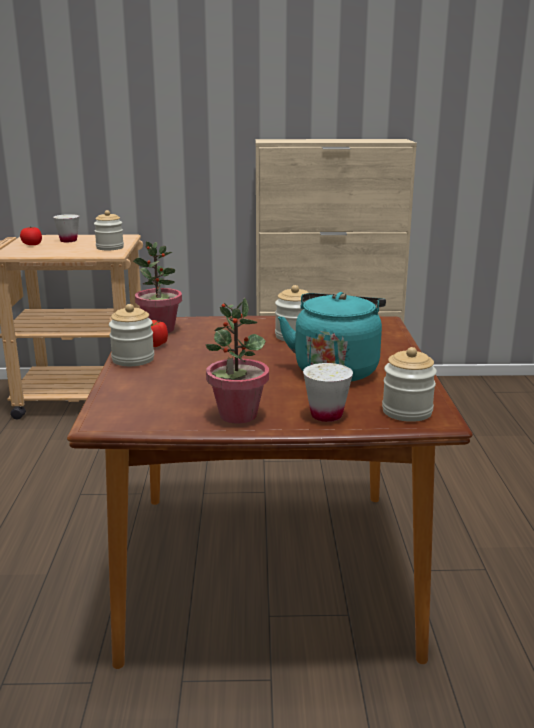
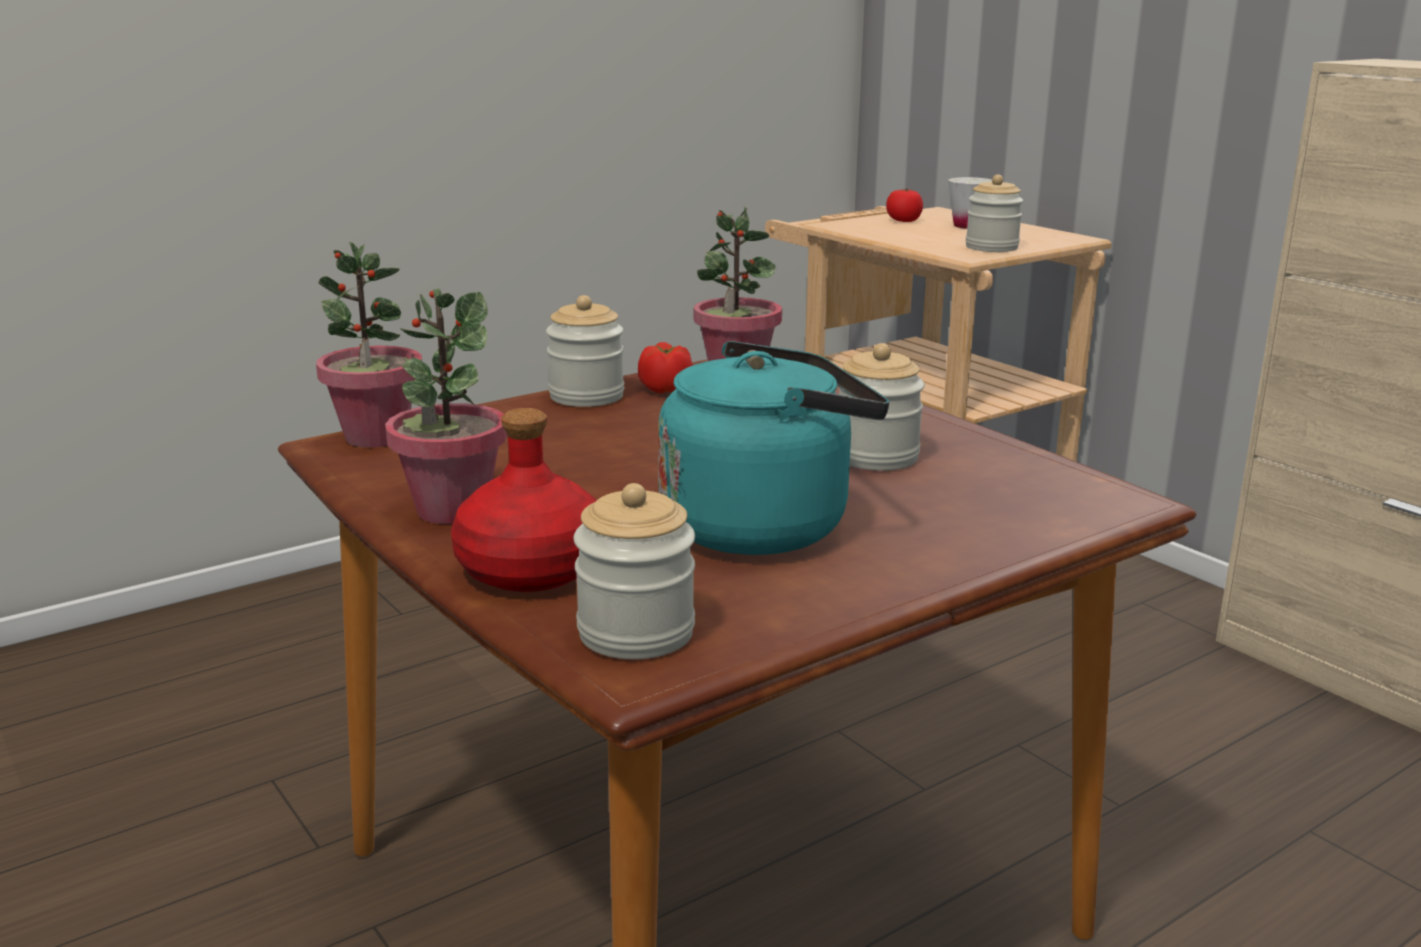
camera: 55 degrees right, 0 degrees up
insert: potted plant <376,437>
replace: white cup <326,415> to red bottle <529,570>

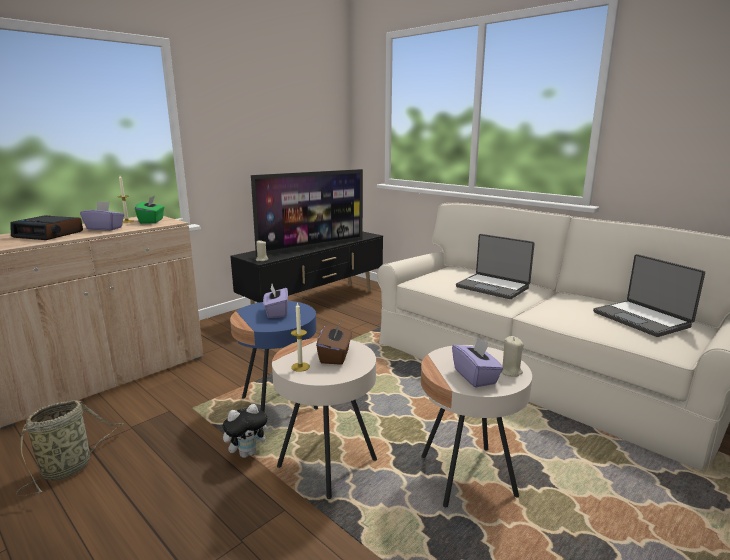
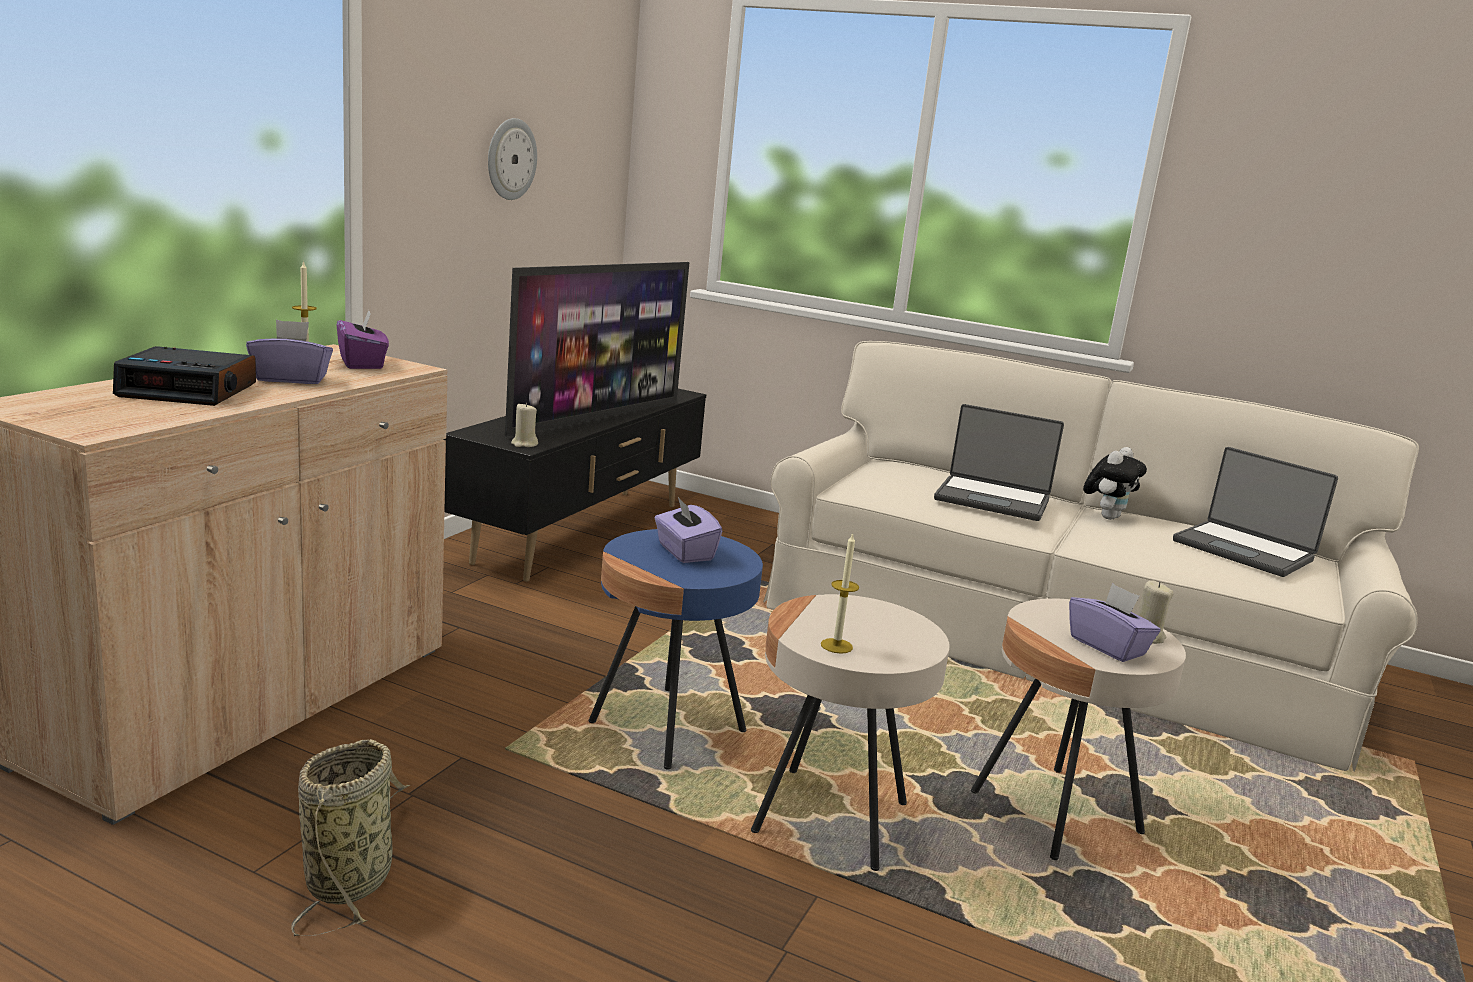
camera: 20 degrees left, 0 degrees up
delete: brownish tissue holder <335,356>
insert: wall clock <510,159>
move: soft toy <248,453> to <1107,516>
recolor: green-coloured tissue holder <152,221> to purple-coloured tissue holder <362,363>

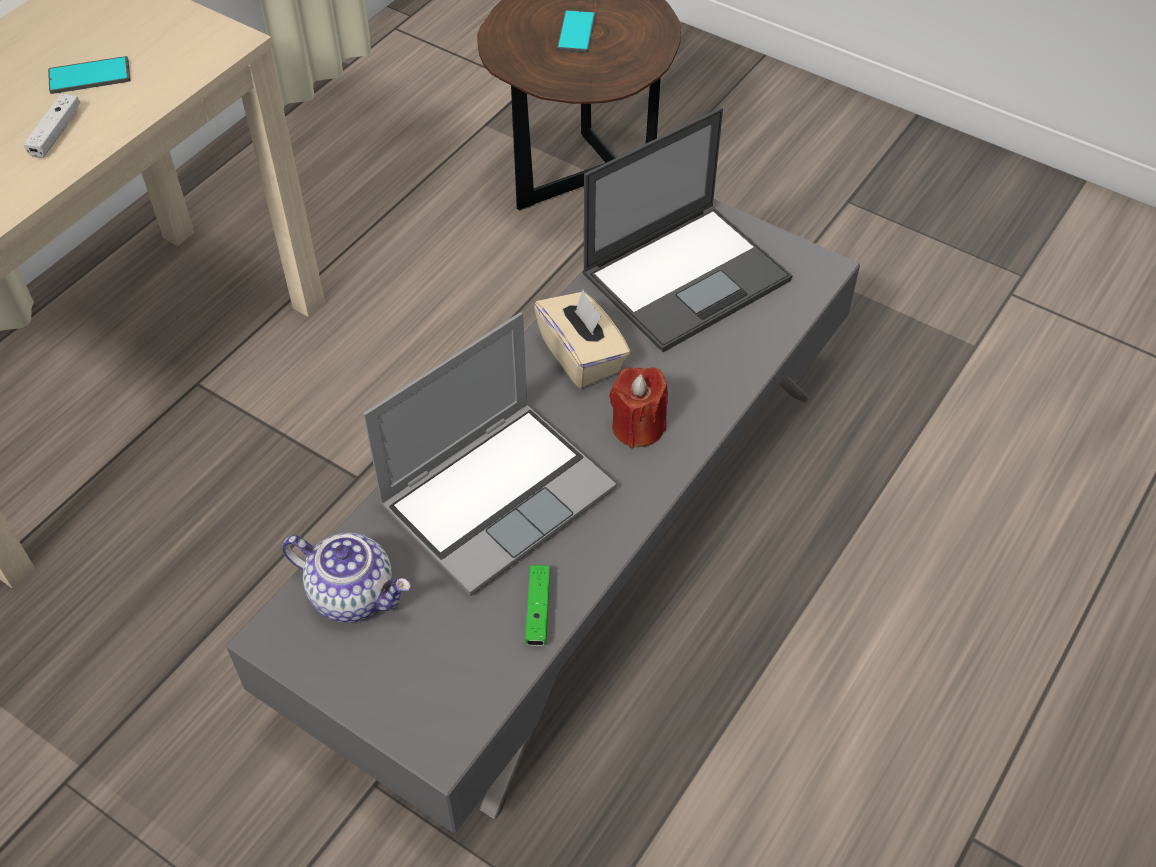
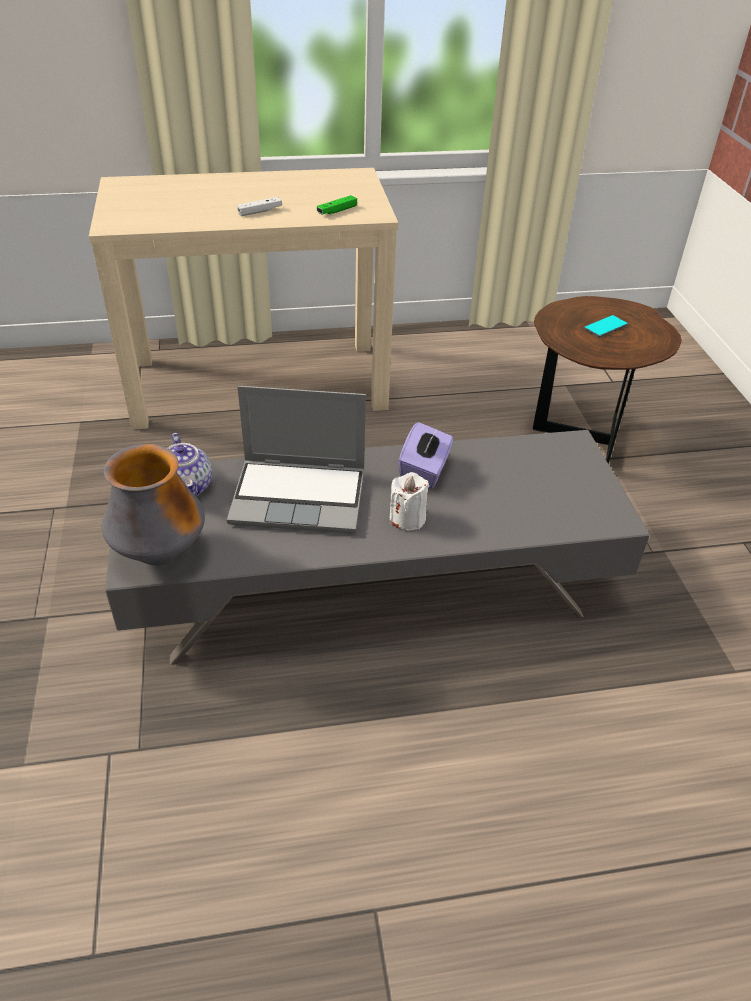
camera: 45 degrees right, 10 degrees down
delete: handset <89,76>; portable computer <687,275>
insert: decorative vase <160,554>
move: green-coloured joypad <538,611> to <337,211>
recolor: sand-coloured tissue holder <582,356> to purple-coloured tissue holder <424,471>; red wax candle <638,427> to white wax candle <407,518>

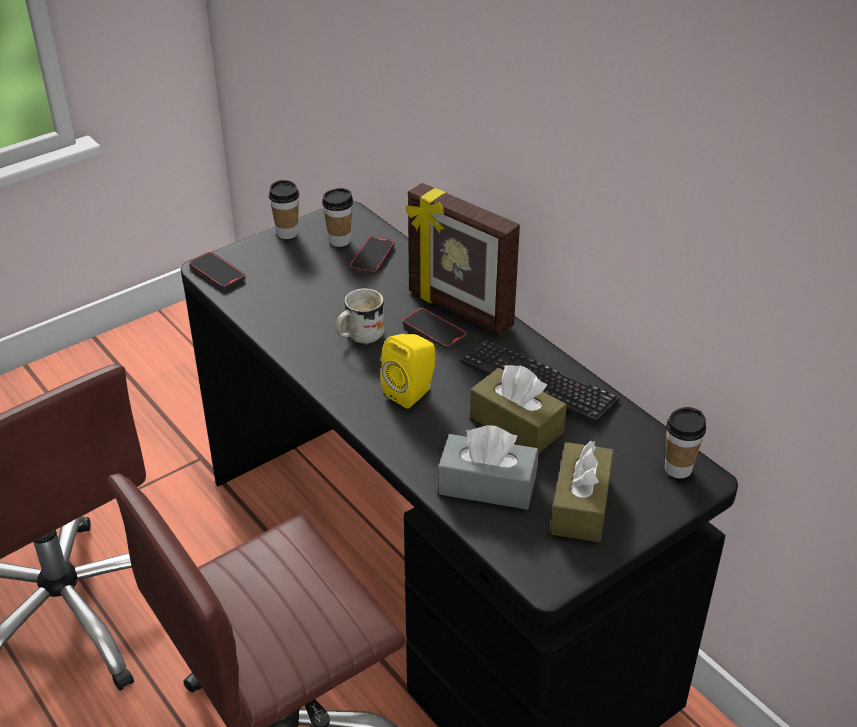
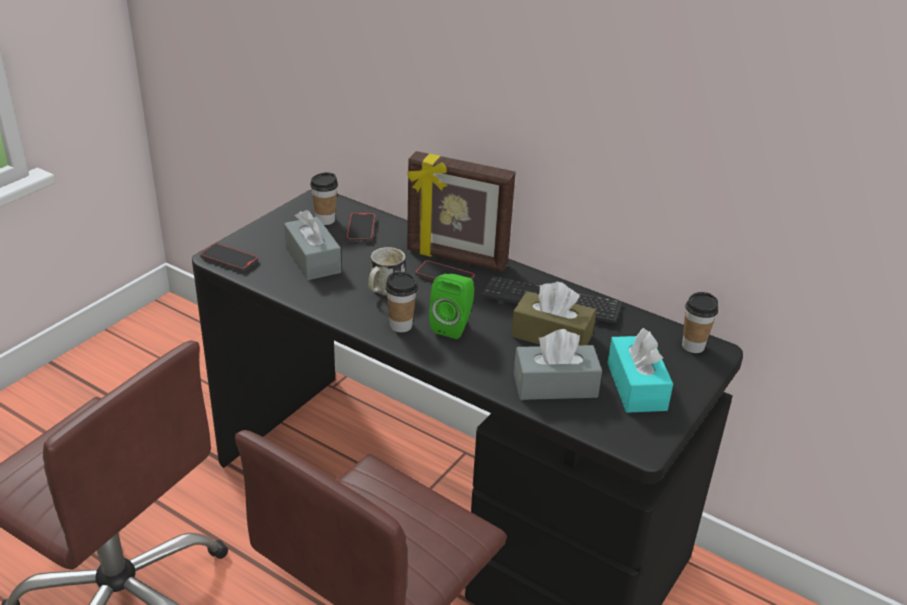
camera: 20 degrees left, 5 degrees down
insert: gray tissue holder <313,260>
move: cup <287,233> to <401,326>
recolor: yellowish loudspeaker <412,392> to green-coloured loudspeaker <453,326>; brownish tissue holder <580,505> to turquoise-coloured tissue holder <636,386>

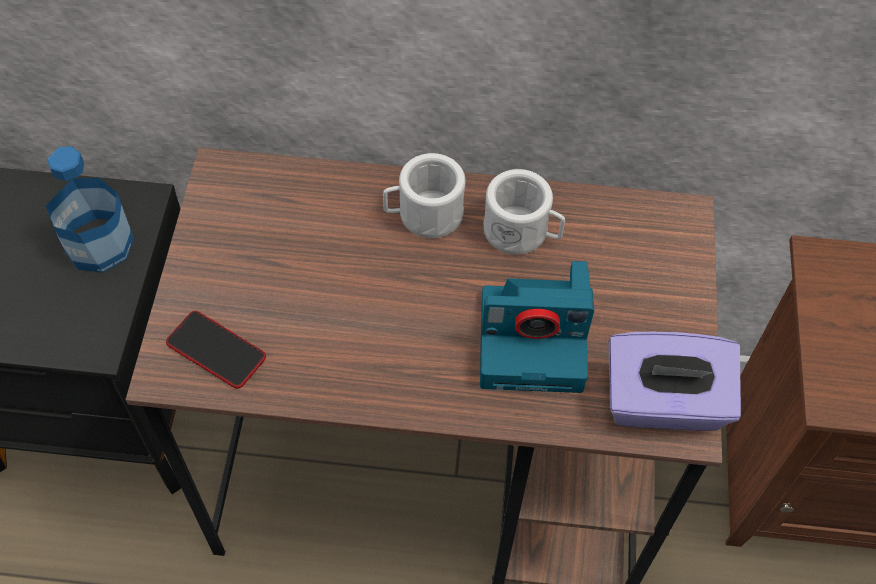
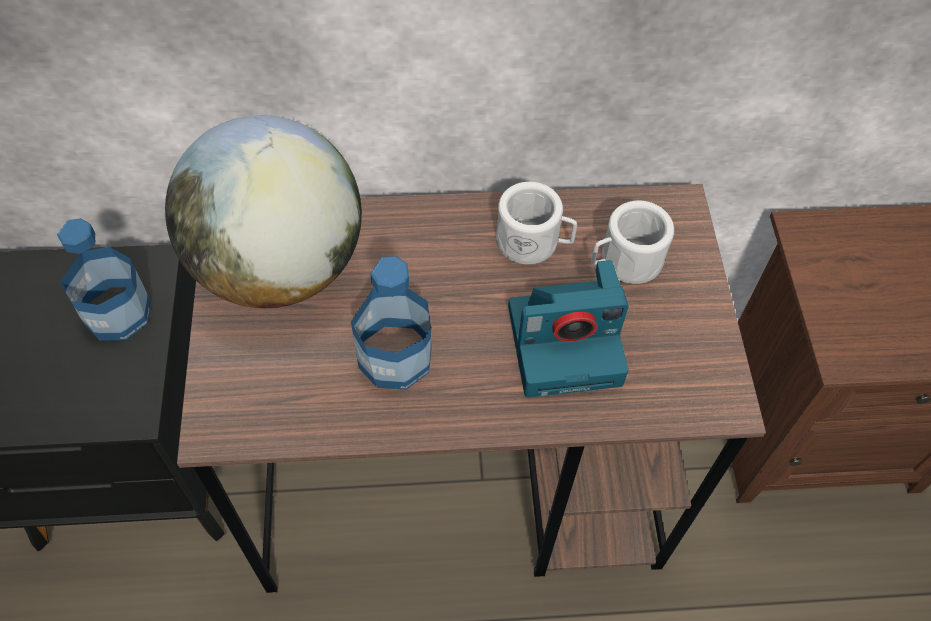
camera: 10 degrees left, 0 degrees up
delete: handset <216,350>; purple-coloured tissue holder <663,403>
insert: desk globe <280,266>; bottle <395,357>
move: white coffee mug <423,214> to <624,261>

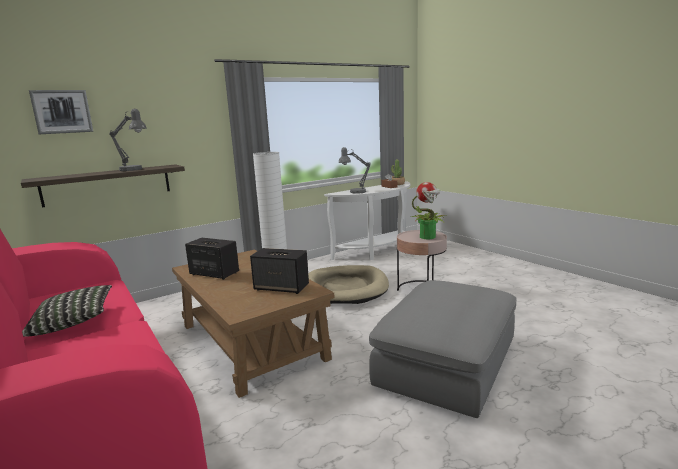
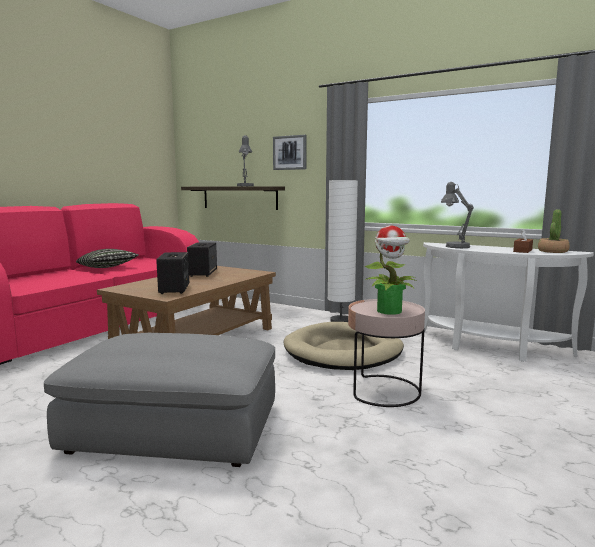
camera: 65 degrees right, 5 degrees down
move: wall art <62,111> to <290,152>

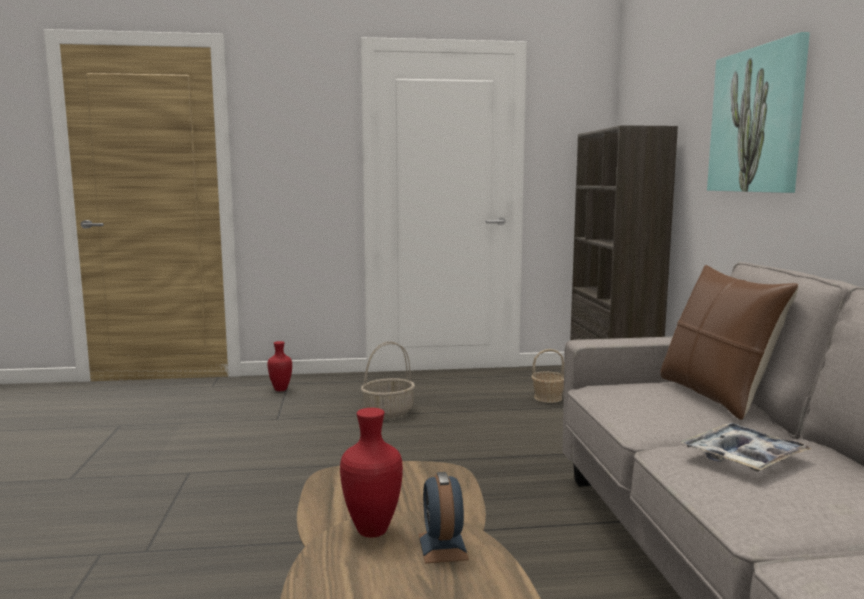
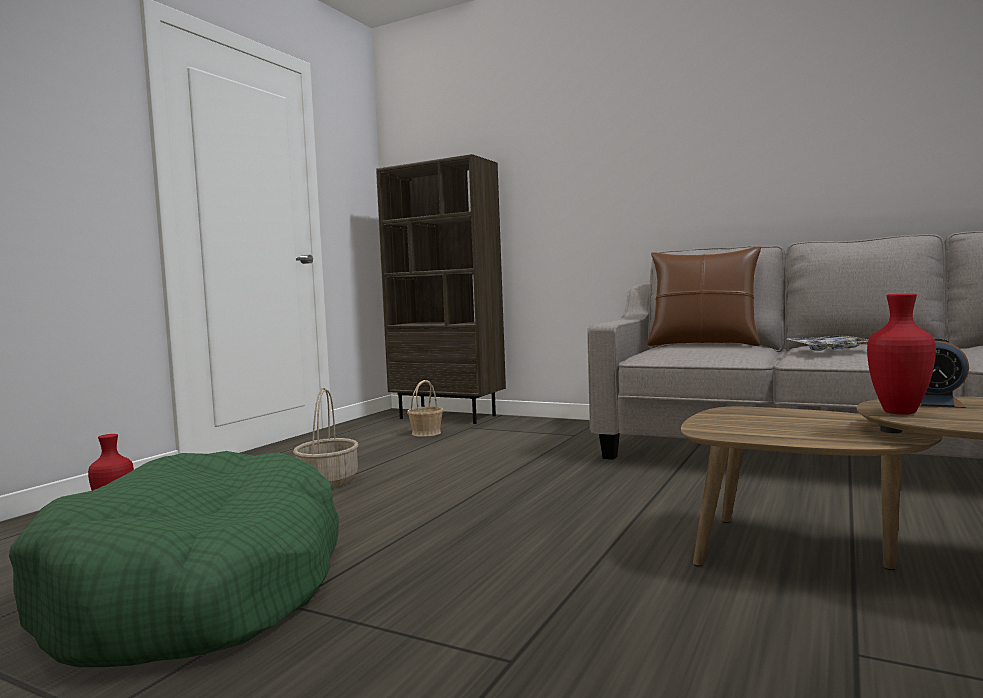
camera: 55 degrees left, 5 degrees down
delete: wall art <756,120>
insert: green-coloured pet bed <199,589>

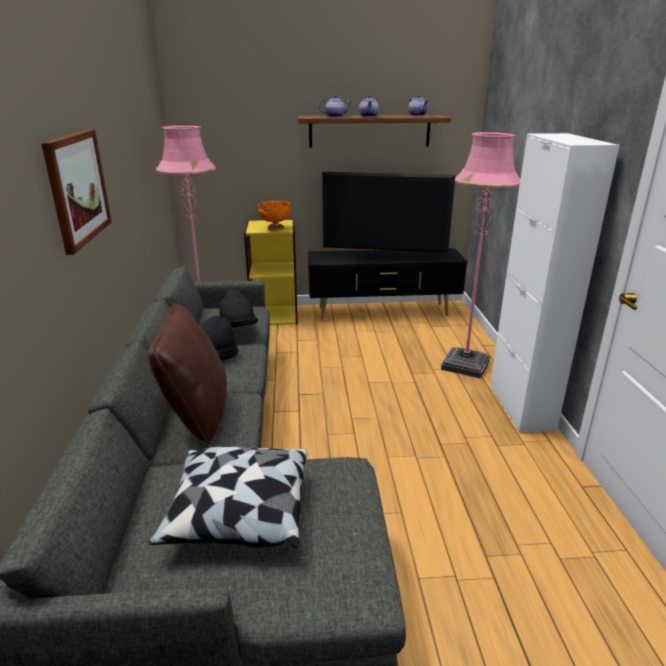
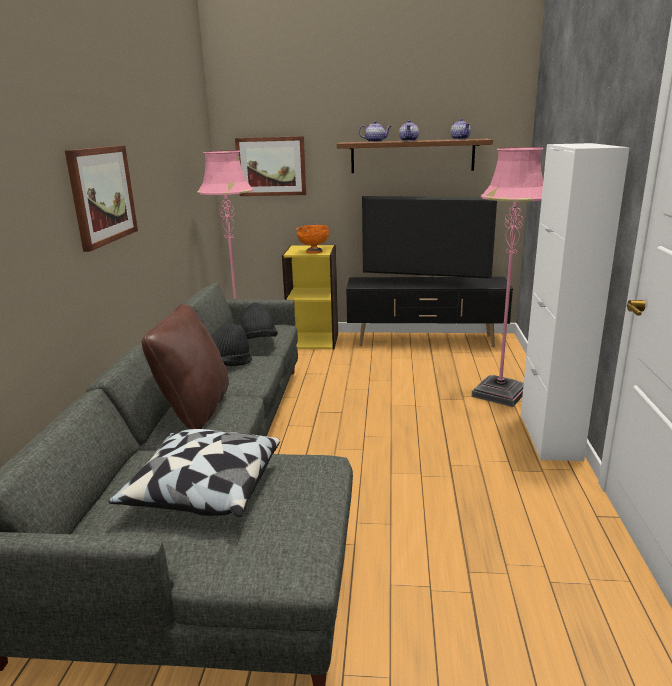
camera: 10 degrees right, 5 degrees down
insert: wall art <271,166>

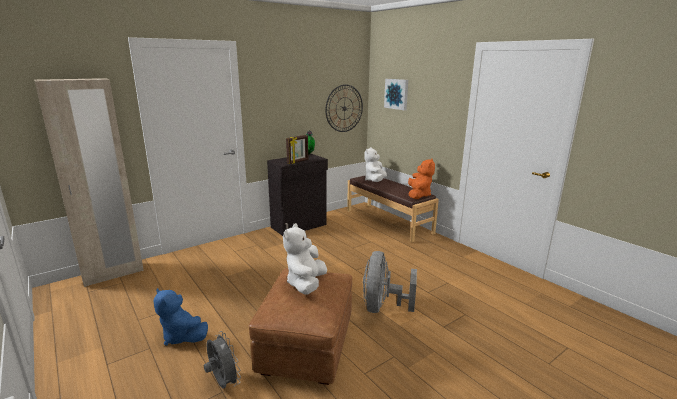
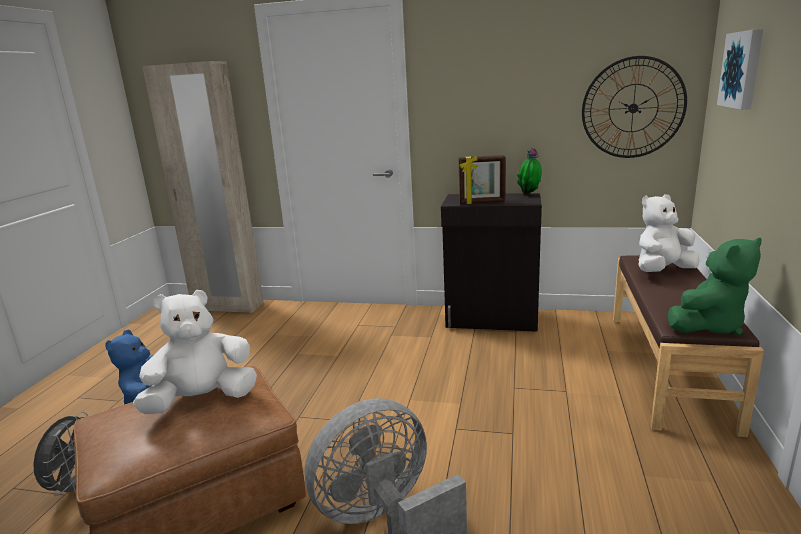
camera: 50 degrees right, 0 degrees up
recolor: orangey soft toy <418,195> to green-coloured soft toy <708,325>

